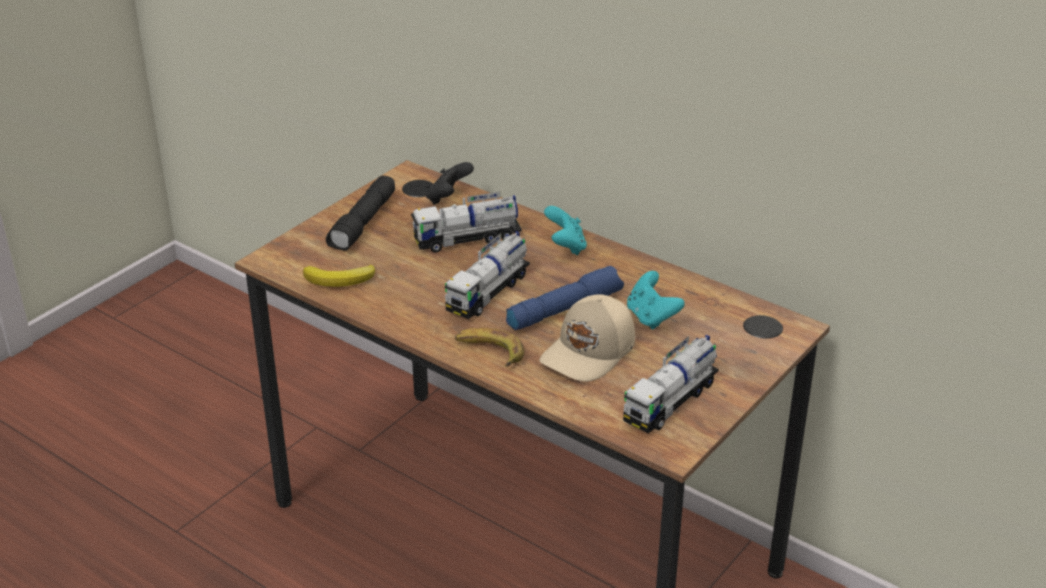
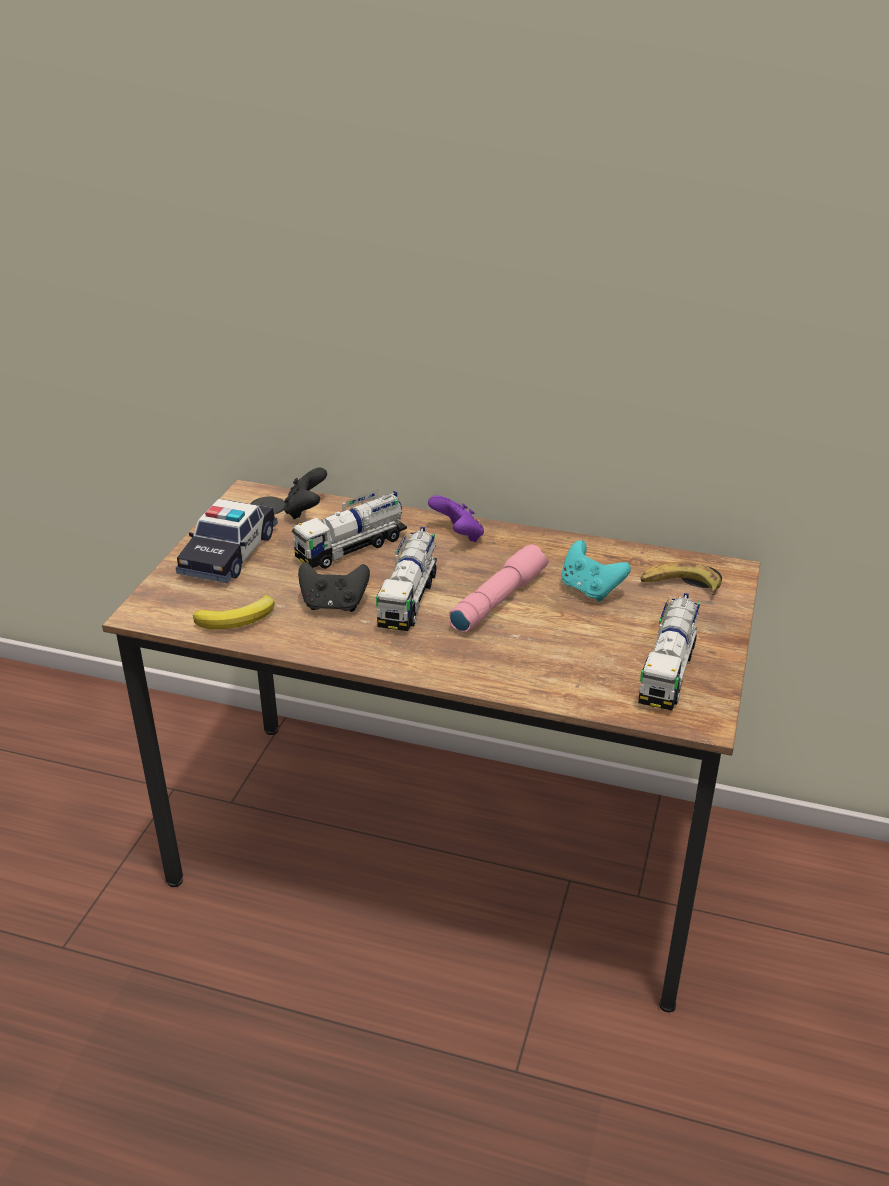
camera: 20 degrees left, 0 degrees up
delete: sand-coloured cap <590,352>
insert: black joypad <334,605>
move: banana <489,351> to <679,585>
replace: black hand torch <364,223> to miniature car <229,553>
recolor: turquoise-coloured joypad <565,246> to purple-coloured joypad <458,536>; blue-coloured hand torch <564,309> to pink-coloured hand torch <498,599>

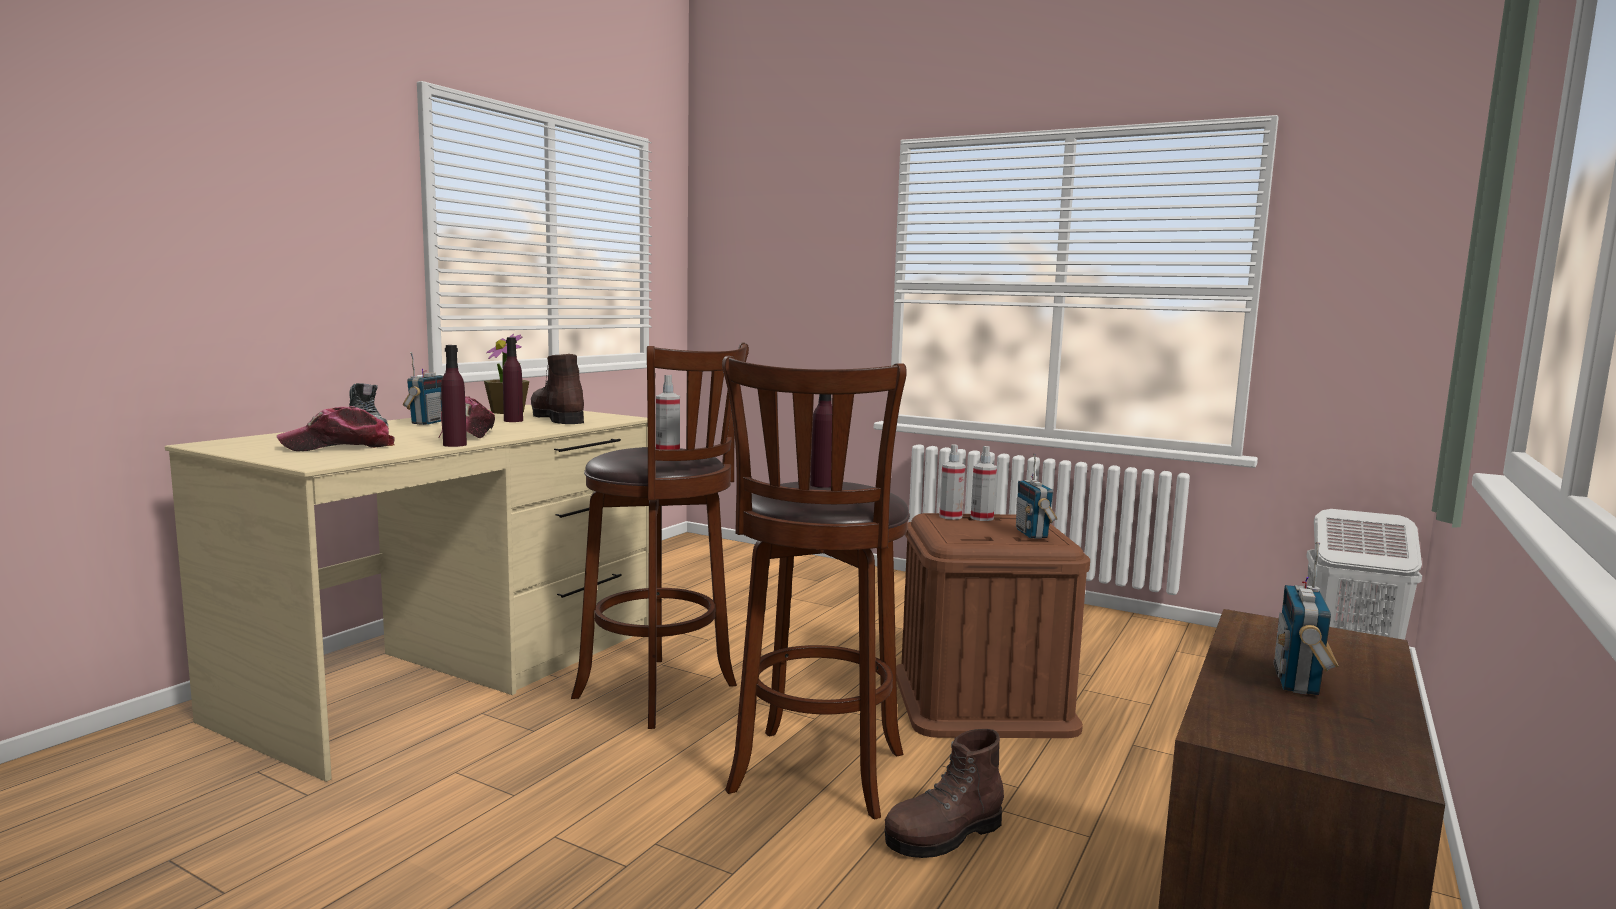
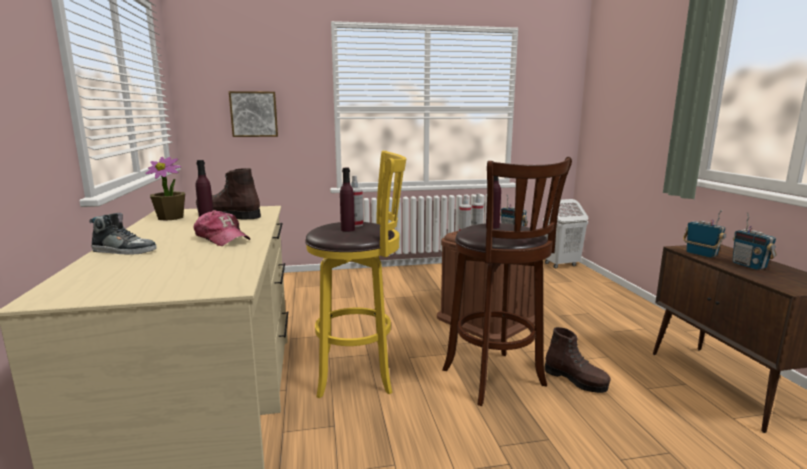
camera: 40 degrees left, 5 degrees up
delete: cap <339,446>
insert: wall art <254,114>
move: purple-coloured bottle <455,445> to <347,230>; radio set <428,422> to <701,254>
recolor: brownish sitting stool <662,693> to yellowish sitting stool <360,373>
rotate: brownish tall boot <944,835> = <576,380> 60 degrees counterclockwise

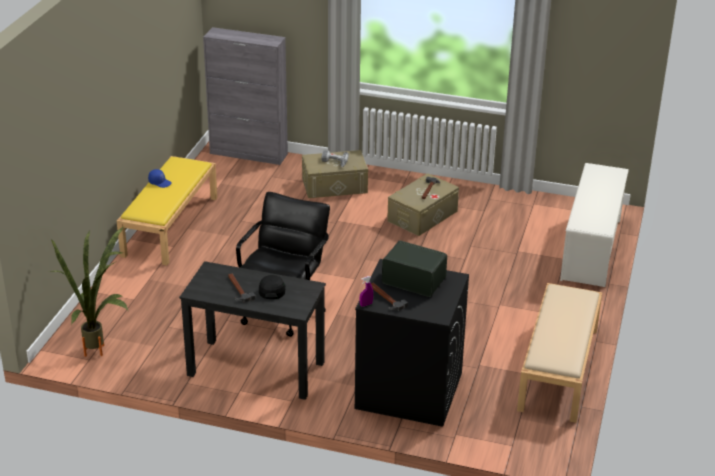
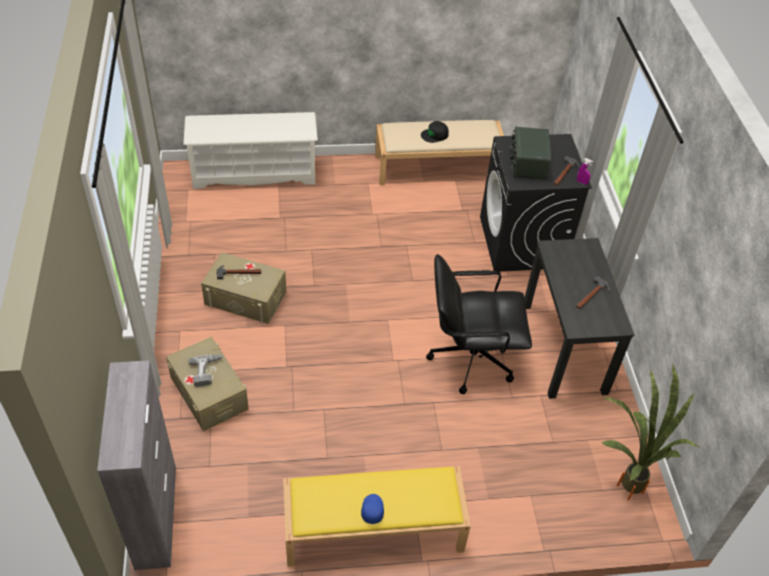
camera: 115 degrees left, 15 degrees up
move: black cap <272,289> to <435,135>

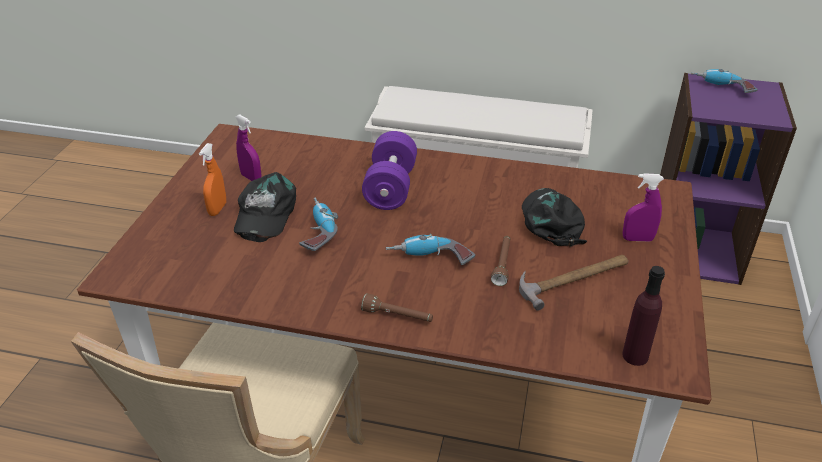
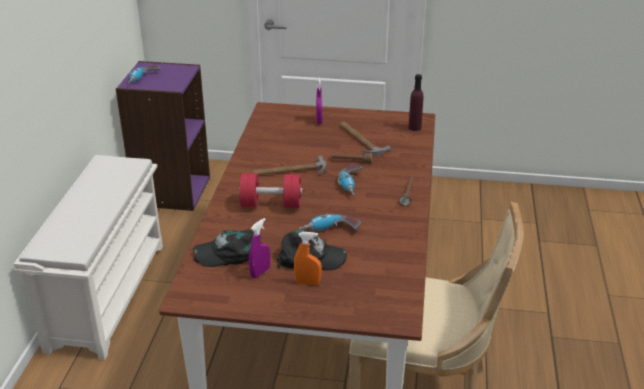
camera: 95 degrees left, 5 degrees down
insert: hand hammer <289,171>
move: black cap <551,221> to <229,252>
recolor: purple-coloured free weight <390,187> to red free weight <271,204>

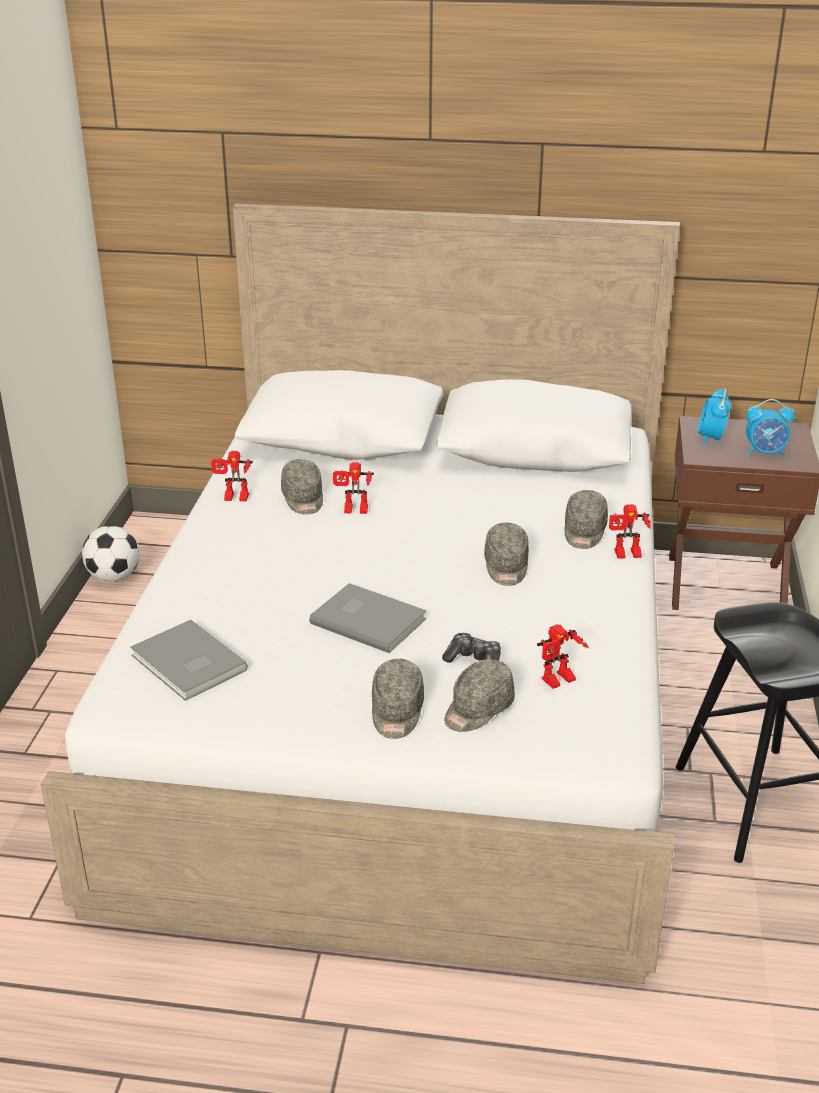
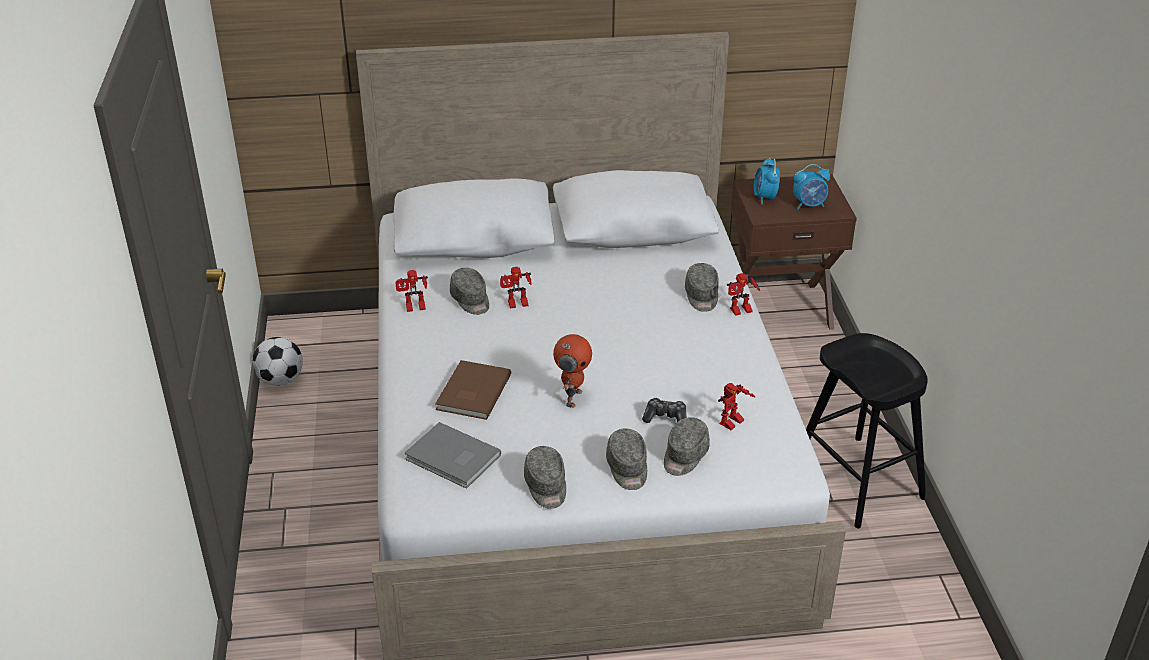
camera: 15 degrees left, 5 degrees up
insert: brownish bound book <471,392>
move: gray cap <506,566> to <546,486>
replace: gray bound book <368,619> to robot figure <572,397>

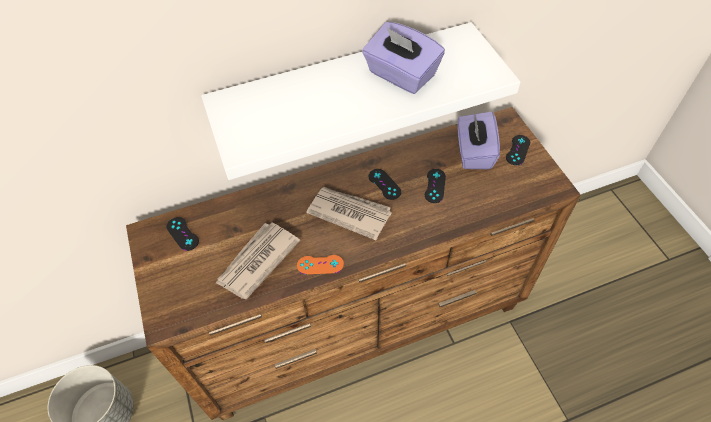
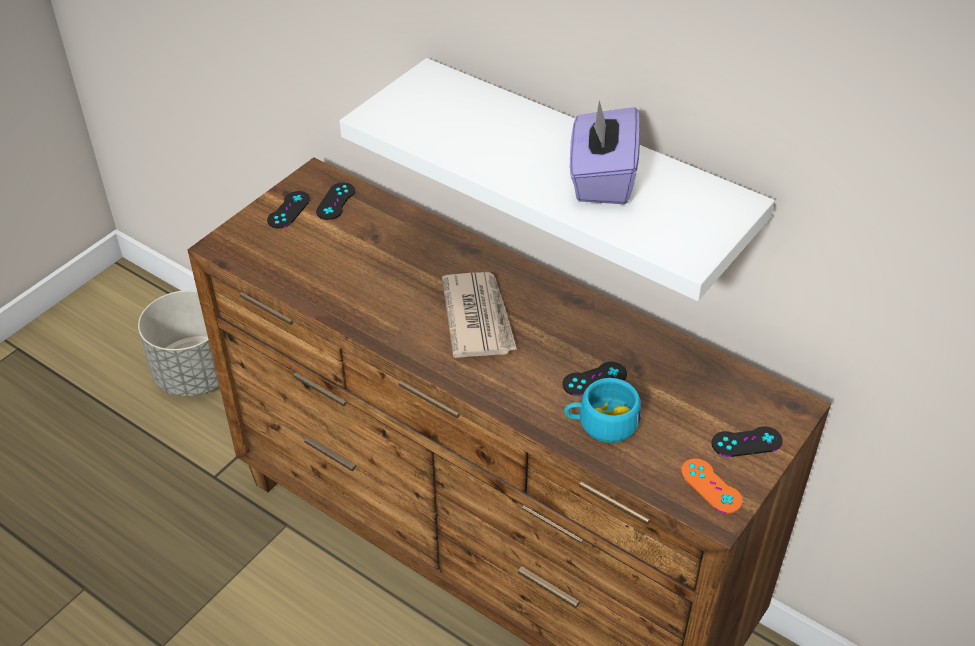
camera: 55 degrees right, 10 degrees down
delete: purple-coloured tissue holder <473,152>; printed paper <257,261>
insert: turquoise-coloured cup <601,423>
move: black joypad <384,184> to <288,210>; orangey joypad <320,264> to <711,486>

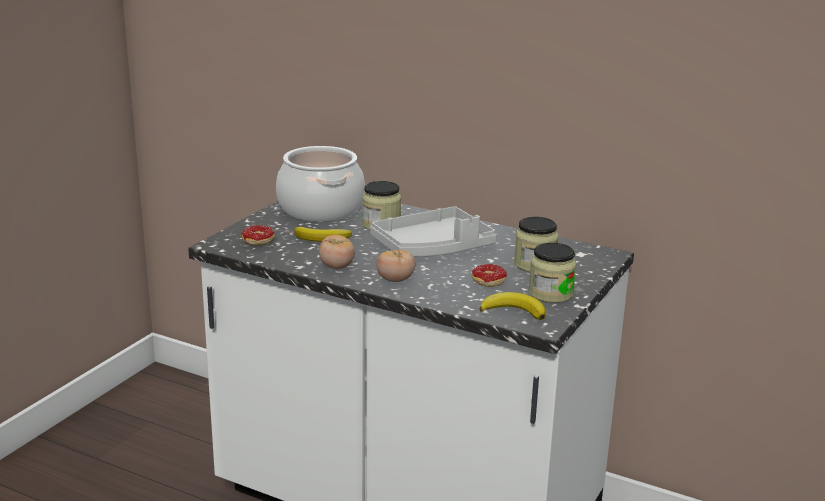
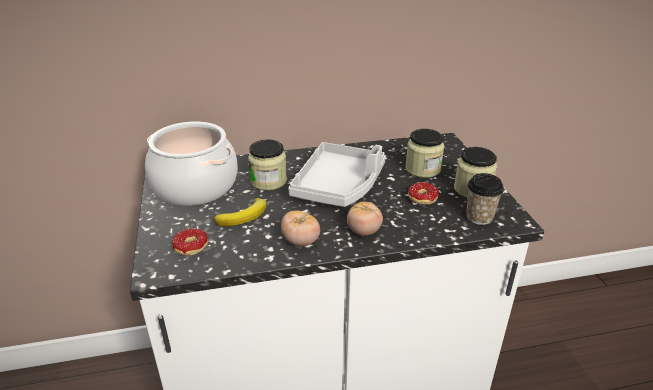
camera: 40 degrees left, 10 degrees up
replace: banana <513,311> to cup <479,217>

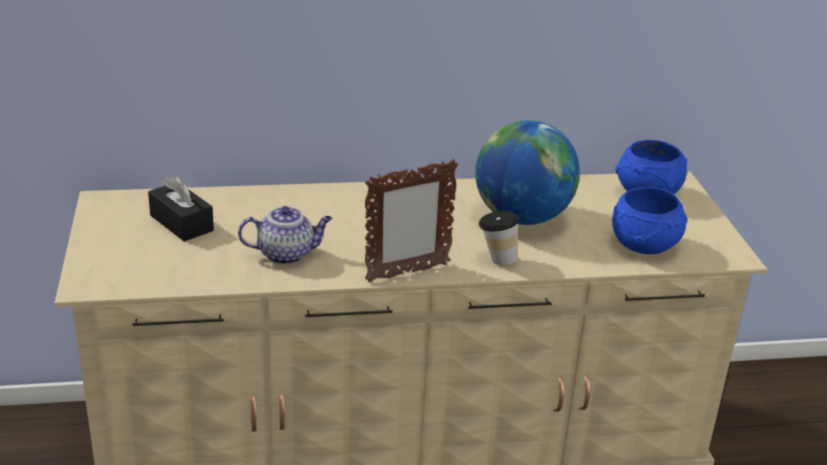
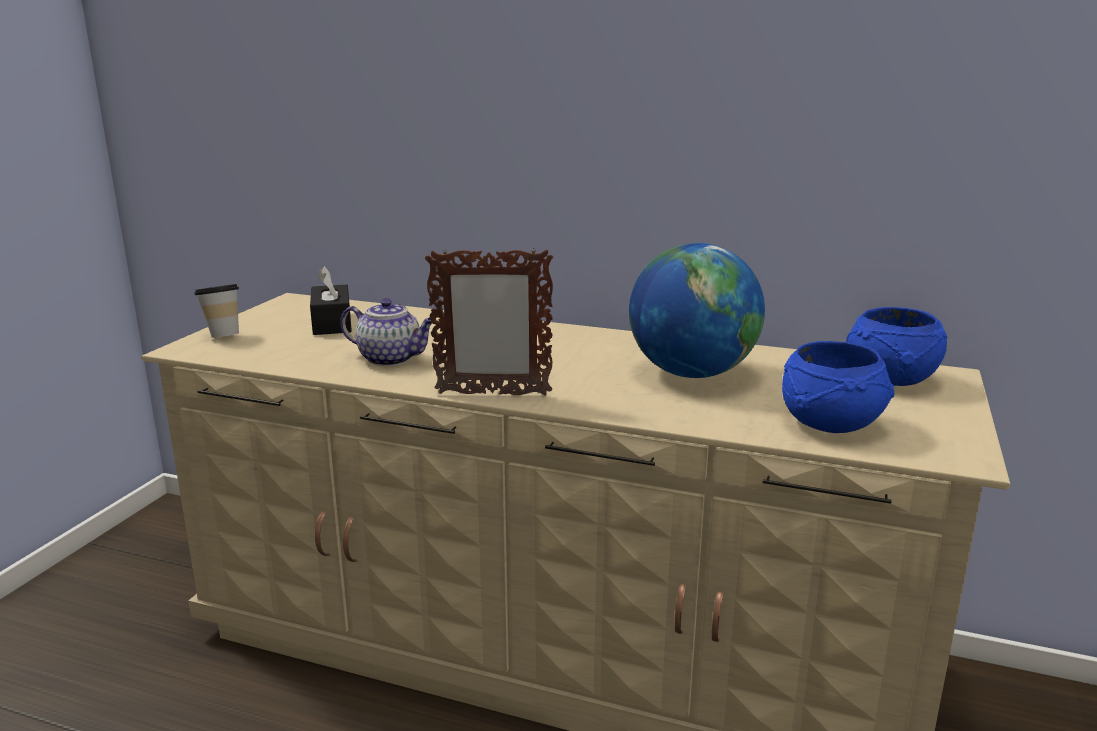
camera: 30 degrees right, 10 degrees down
move: cup <496,259> to <223,335>

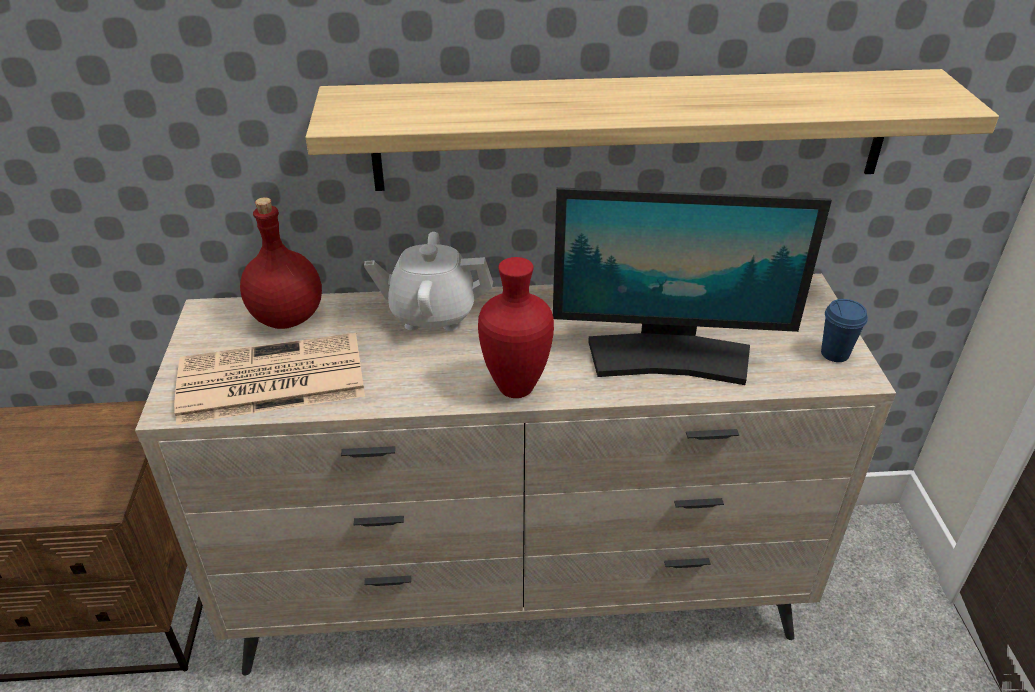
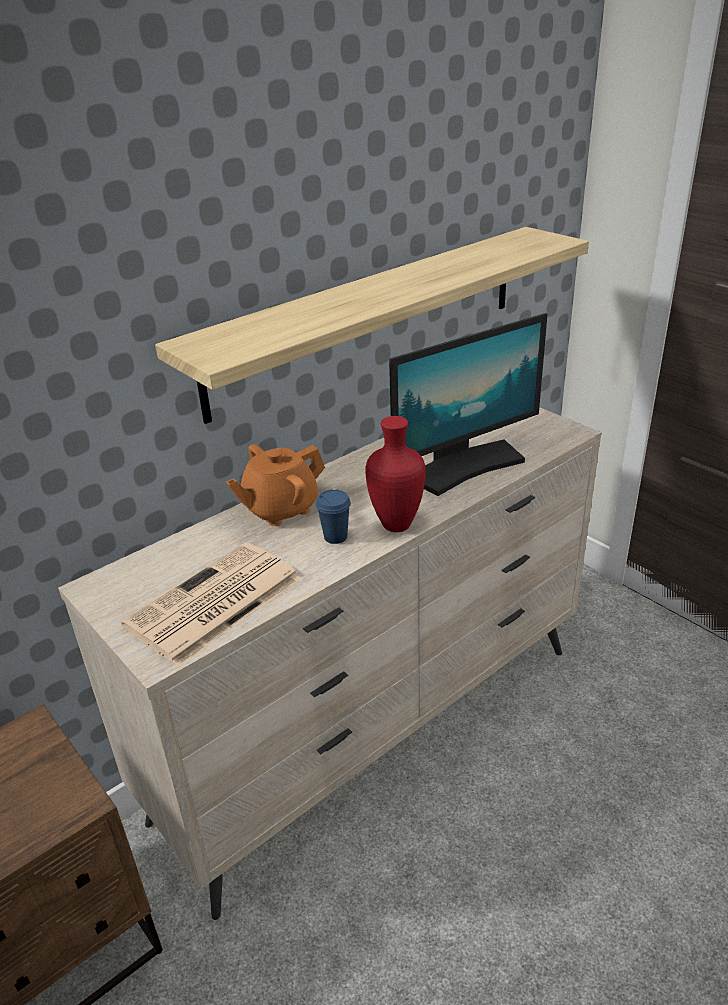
camera: 35 degrees left, 5 degrees down
delete: red bottle <287,317>
move: blue-coloured cup <834,354> to <335,537>
recolor: white tea pot <432,314> to orangey tea pot <280,509>

